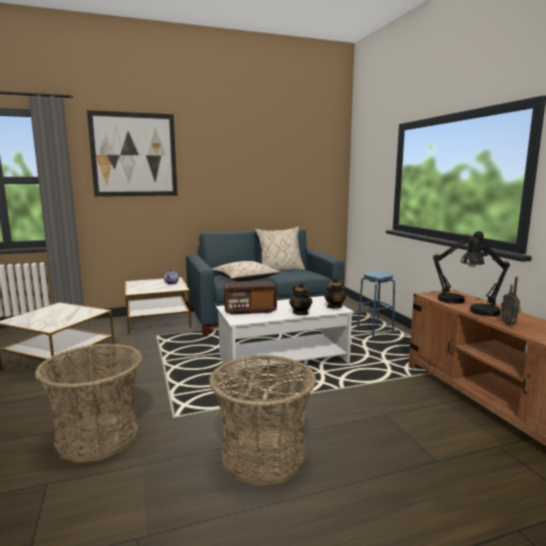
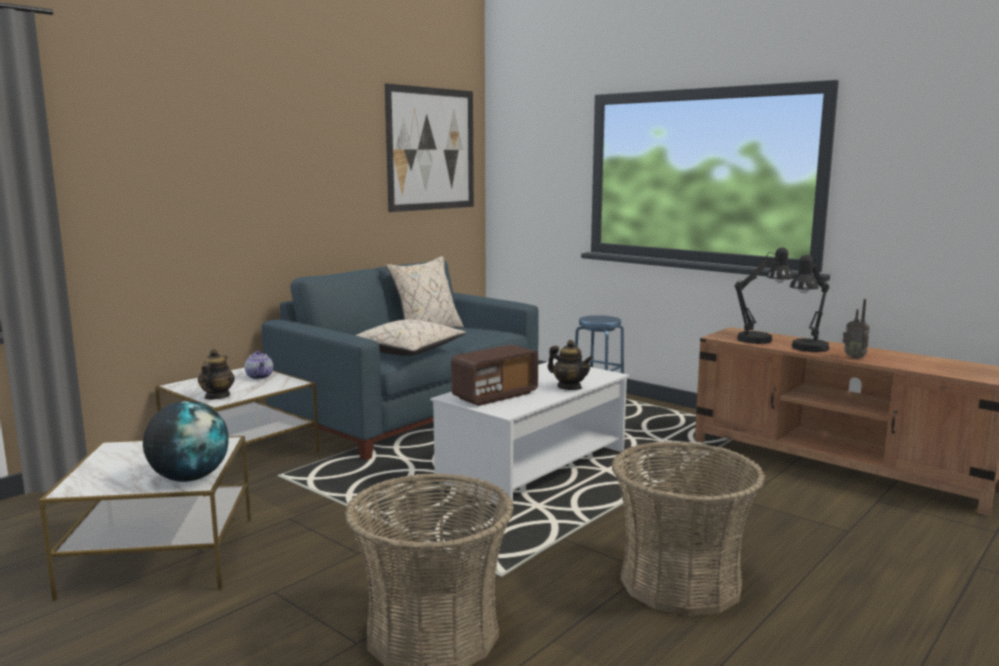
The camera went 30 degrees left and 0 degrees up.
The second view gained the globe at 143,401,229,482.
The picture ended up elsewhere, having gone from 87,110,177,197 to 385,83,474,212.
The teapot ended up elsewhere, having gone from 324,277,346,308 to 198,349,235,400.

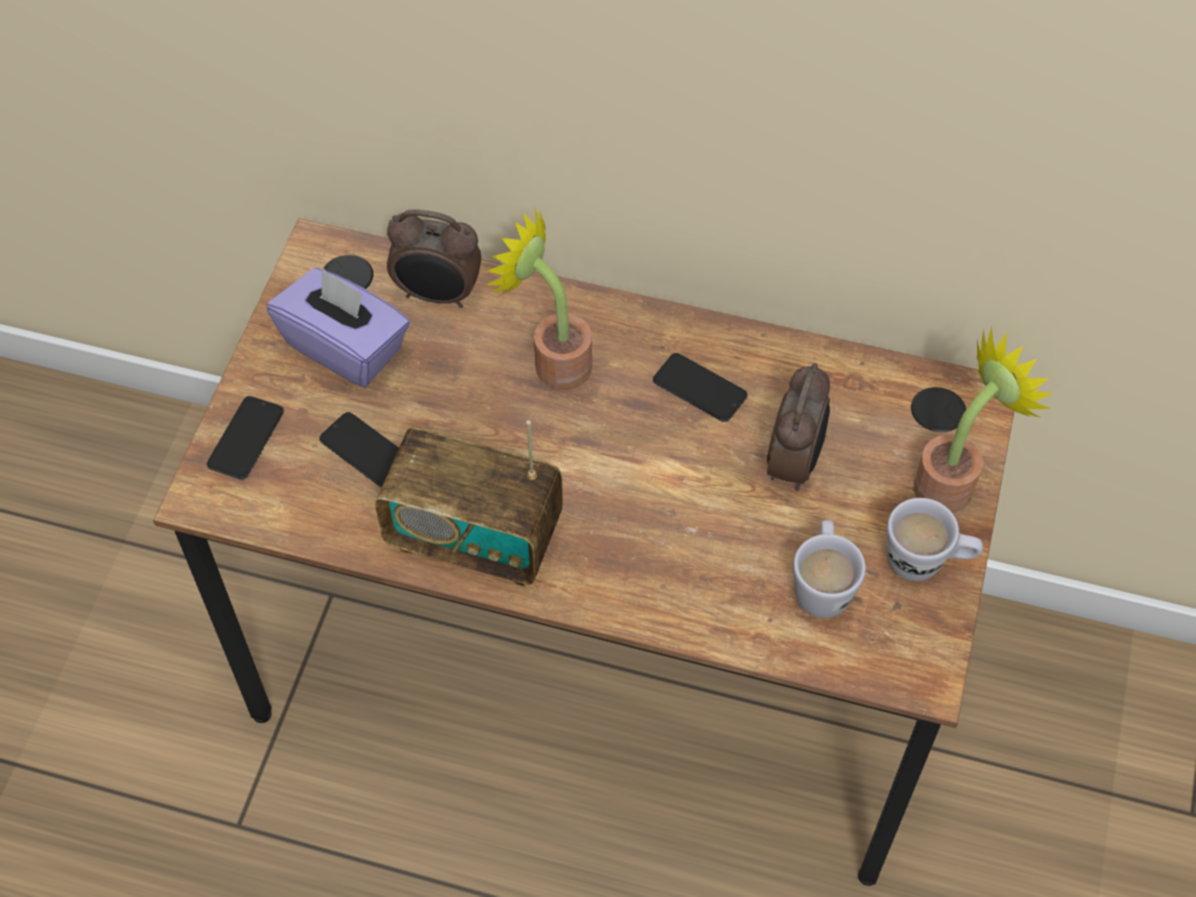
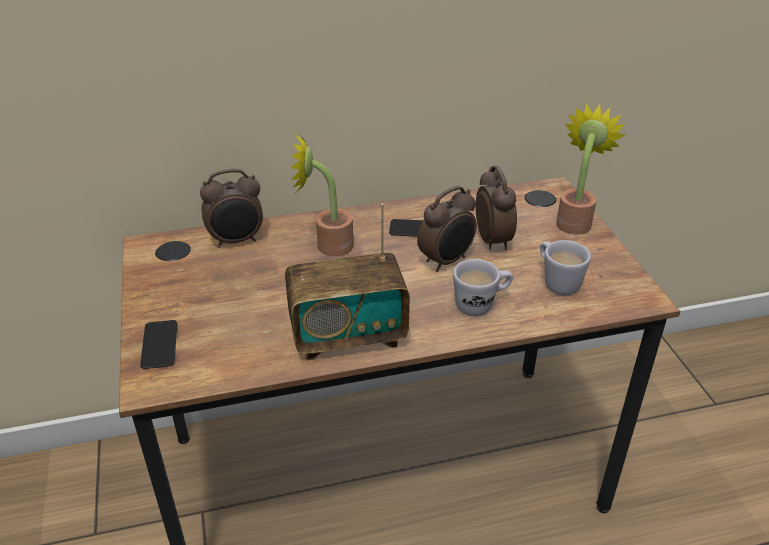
The camera went 30 degrees left and 20 degrees down.
The second view lost the purple tissue box at 267,267,410,387.
The second view lost the phone at 319,412,399,487.
The second view gained the alarm clock at 417,186,477,272.
The white mug ended up elsewhere, having gone from 887,498,983,581 to 453,259,513,316.

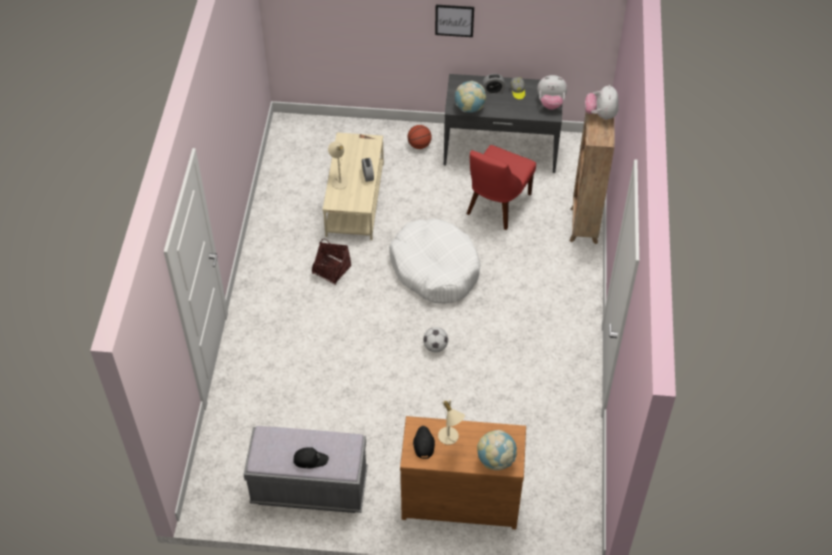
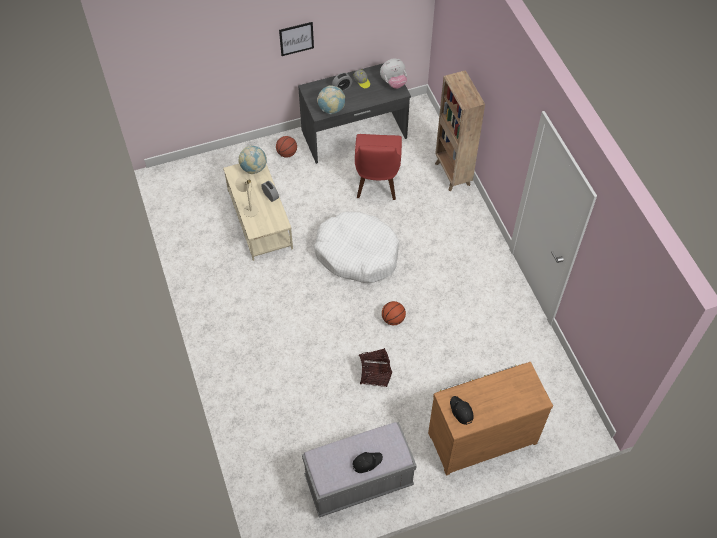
The camera went 25 degrees left and 5 degrees up.
The second view lost the beige table lamp at 438,400,465,445.
The second view lost the plush toy at 585,85,619,120.
The basket ended up elsewhere, having gone from 312,238,351,285 to 359,348,392,387.
The globe ended up elsewhere, having gone from 477,430,517,470 to 238,145,267,174.
Where the football stood at 423,327,448,352, the basketball came to stand at 382,301,406,325.

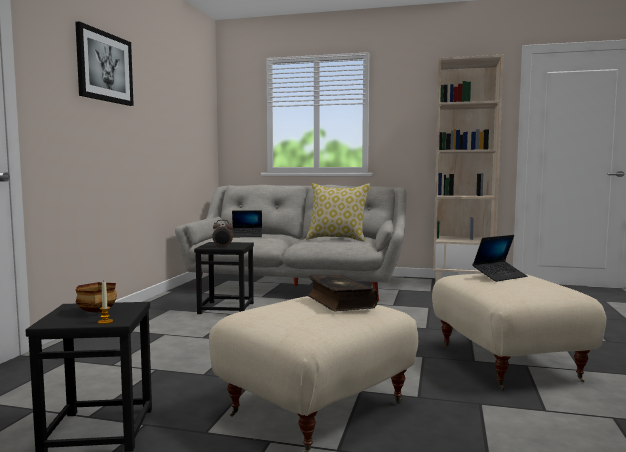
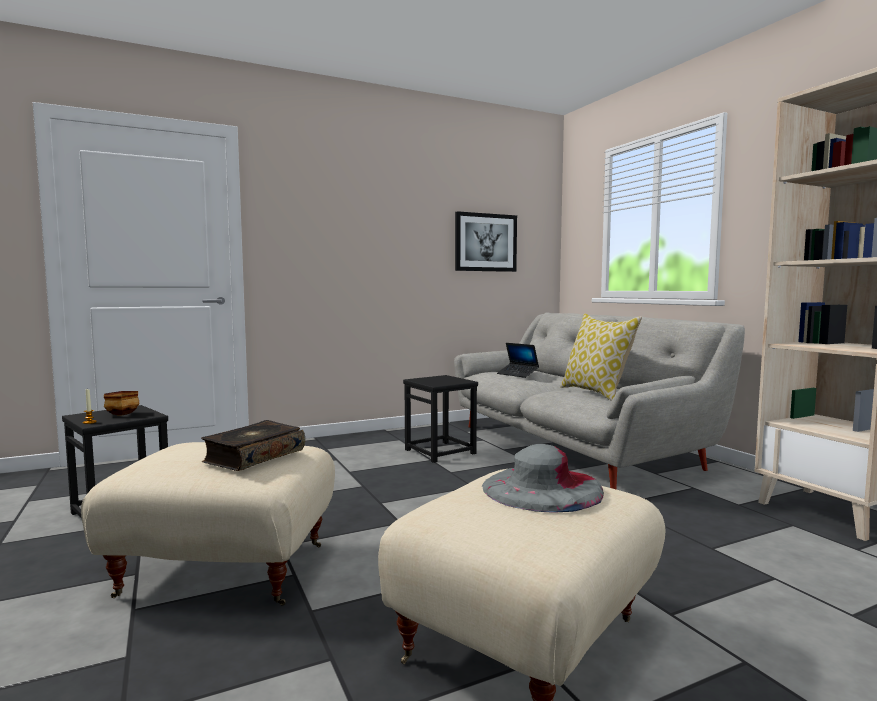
The camera went 50 degrees right and 0 degrees up.
The second view lost the alarm clock at 212,220,233,248.
The picture ended up elsewhere, having gone from 75,21,134,106 to 455,211,517,272.
Where the laptop stood at 472,235,527,282, the grey hat came to stand at 482,444,604,512.

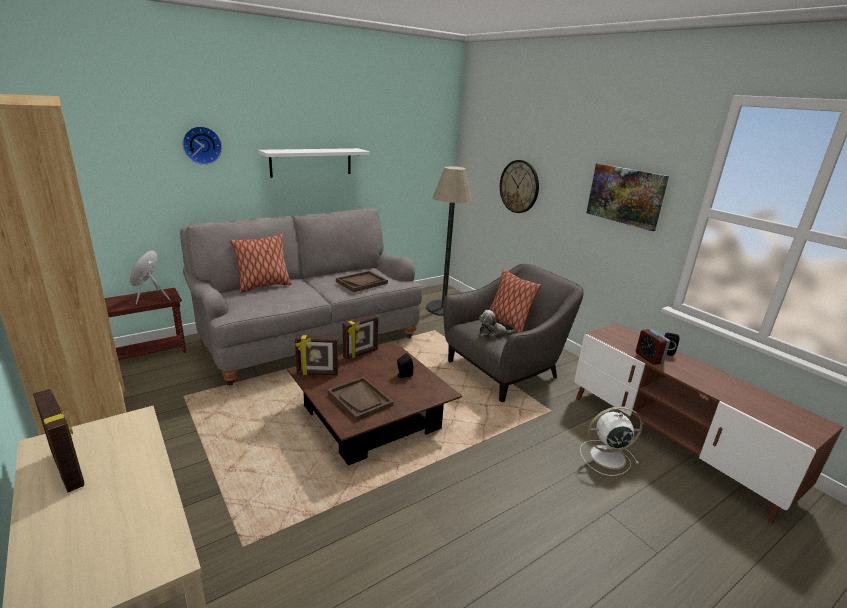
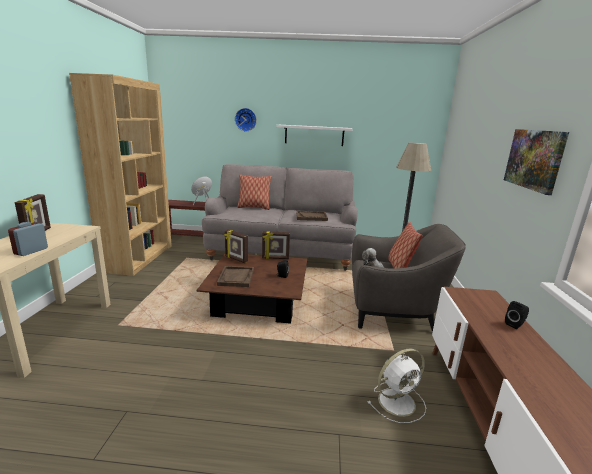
The camera went 40 degrees right and 5 degrees down.
The second view lost the wall clock at 500,160,539,213.
The alarm clock ended up elsewhere, having gone from 636,329,670,365 to 8,222,48,256.
The white fan at 580,406,642,476 ended up facing another way, 120 degrees clockwise from before.

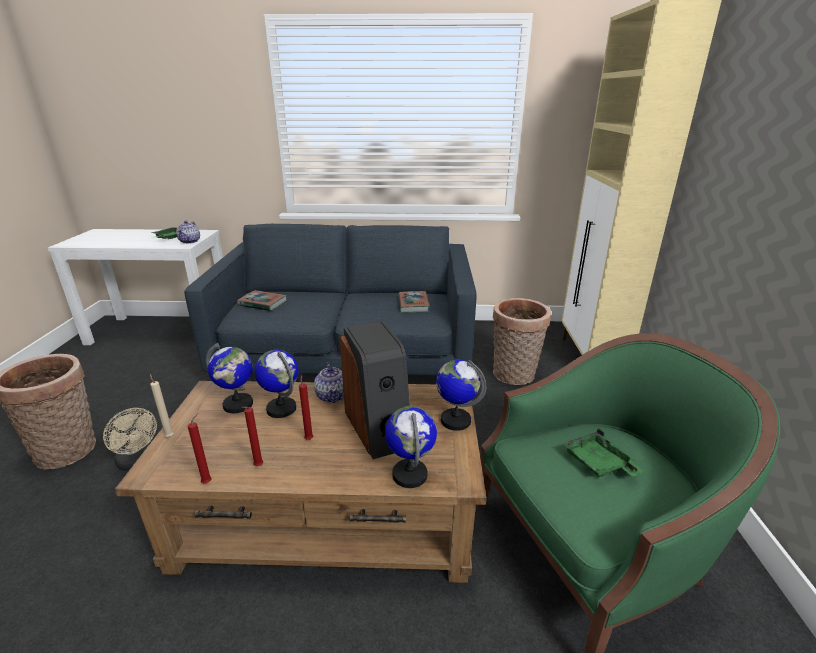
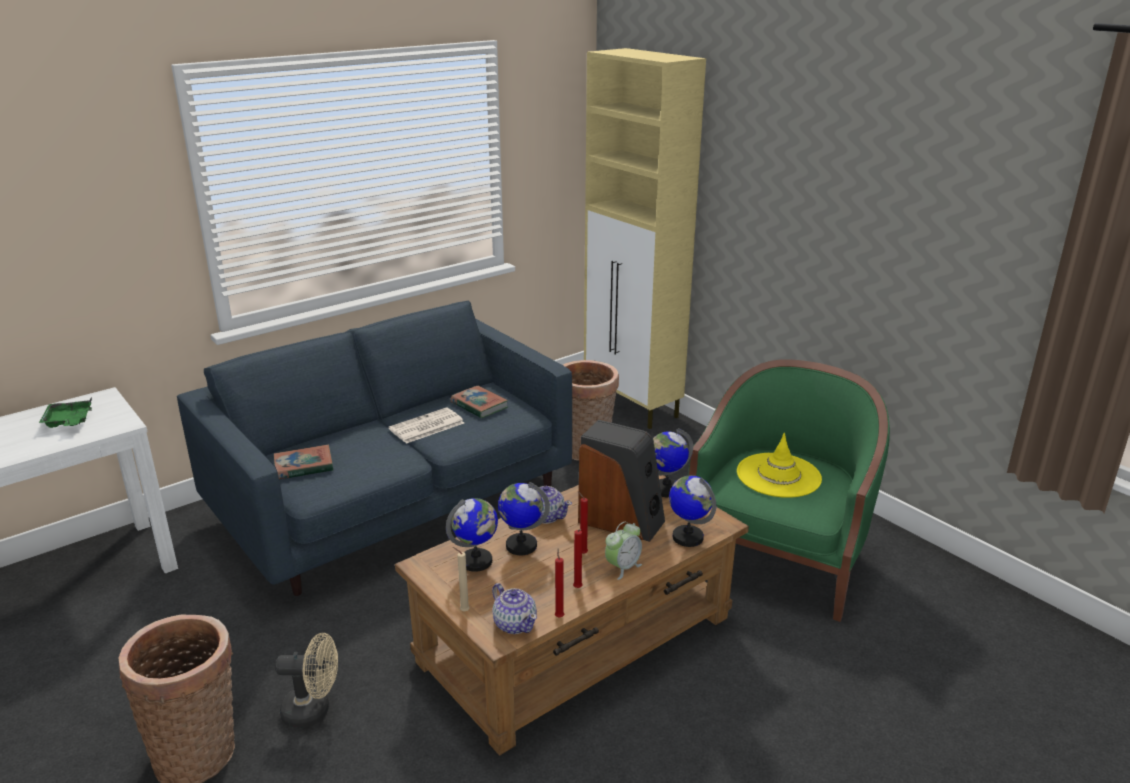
The camera went 40 degrees left and 0 degrees up.
The second view gained the newspaper at 388,408,464,444.
The second view gained the alarm clock at 605,522,642,580.
The teapot ended up elsewhere, having gone from 176,221,200,244 to 492,583,537,634.
Where the green tray stood at 562,428,644,477, the yellow hat came to stand at 737,433,822,498.

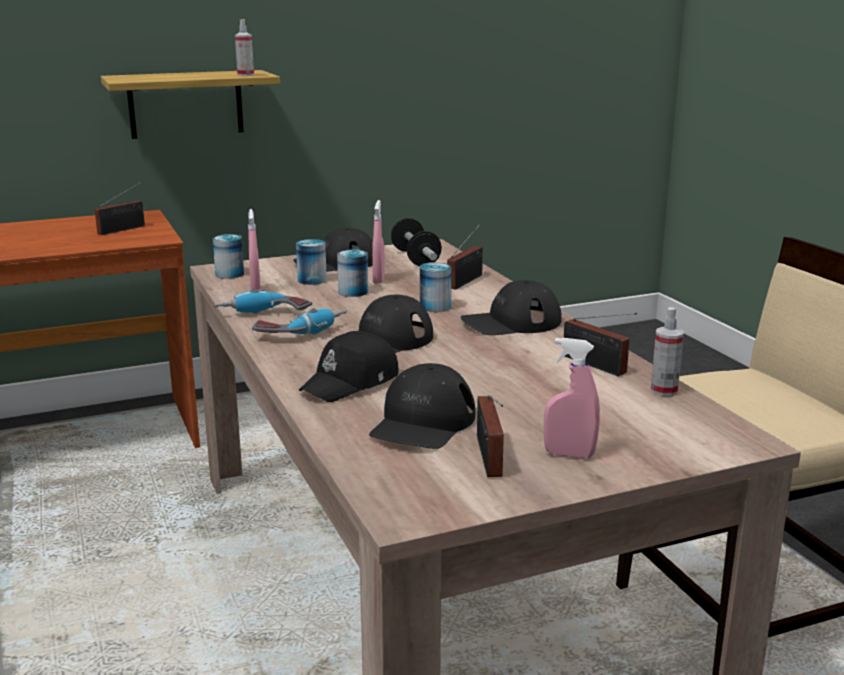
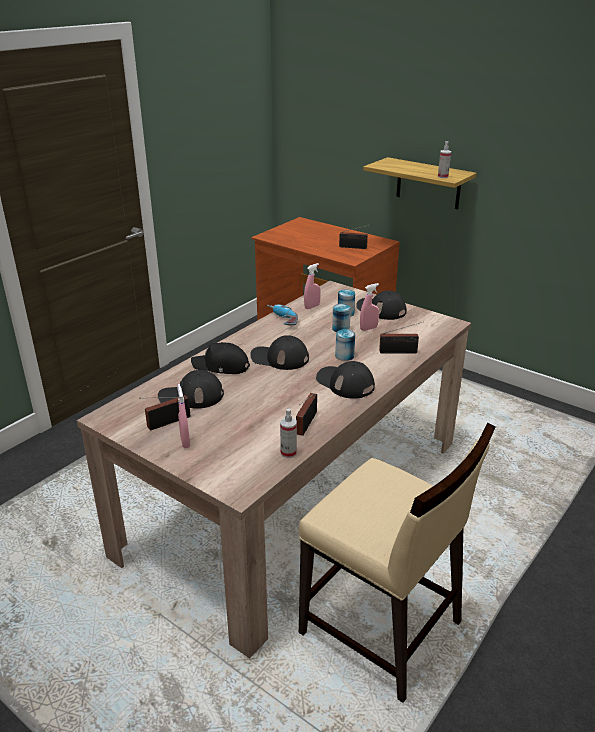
The camera went 60 degrees right and 10 degrees up.
The second view lost the can at 213,234,244,279.
The second view lost the power drill at 252,308,347,335.
The second view lost the dumbbell at 391,218,442,266.

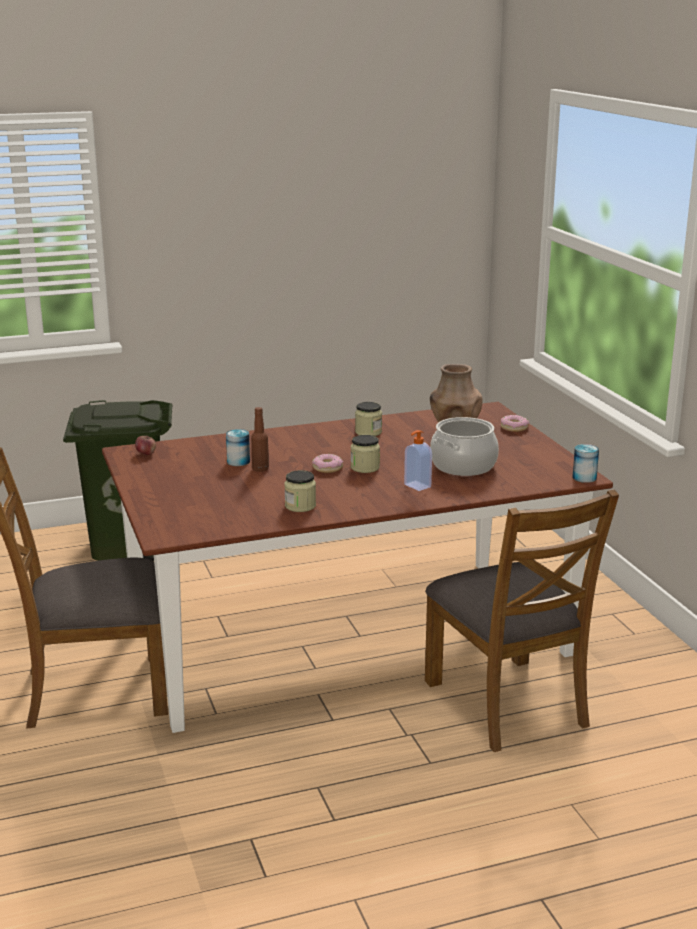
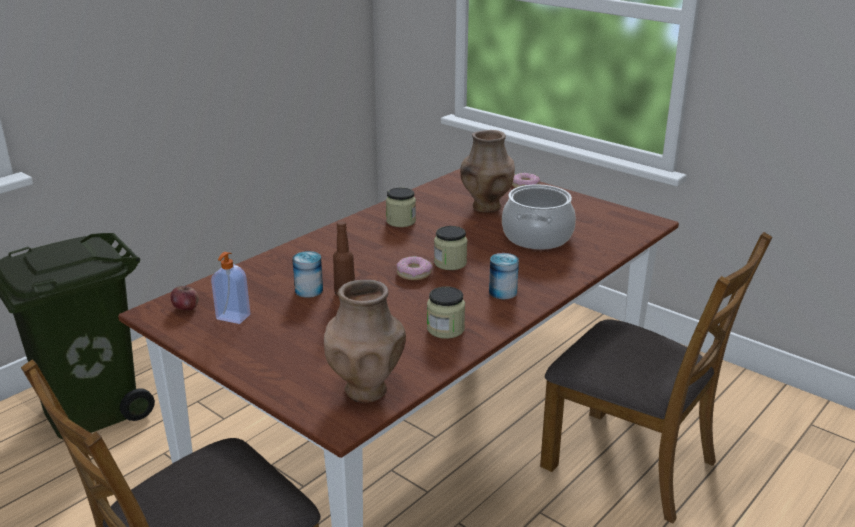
The camera went 30 degrees left and 5 degrees up.
The second view gained the brown vase at 324,280,406,403.
The soap dispenser ended up elsewhere, having gone from 404,430,432,491 to 211,252,250,324.
The can ended up elsewhere, having gone from 573,444,599,483 to 489,253,519,299.

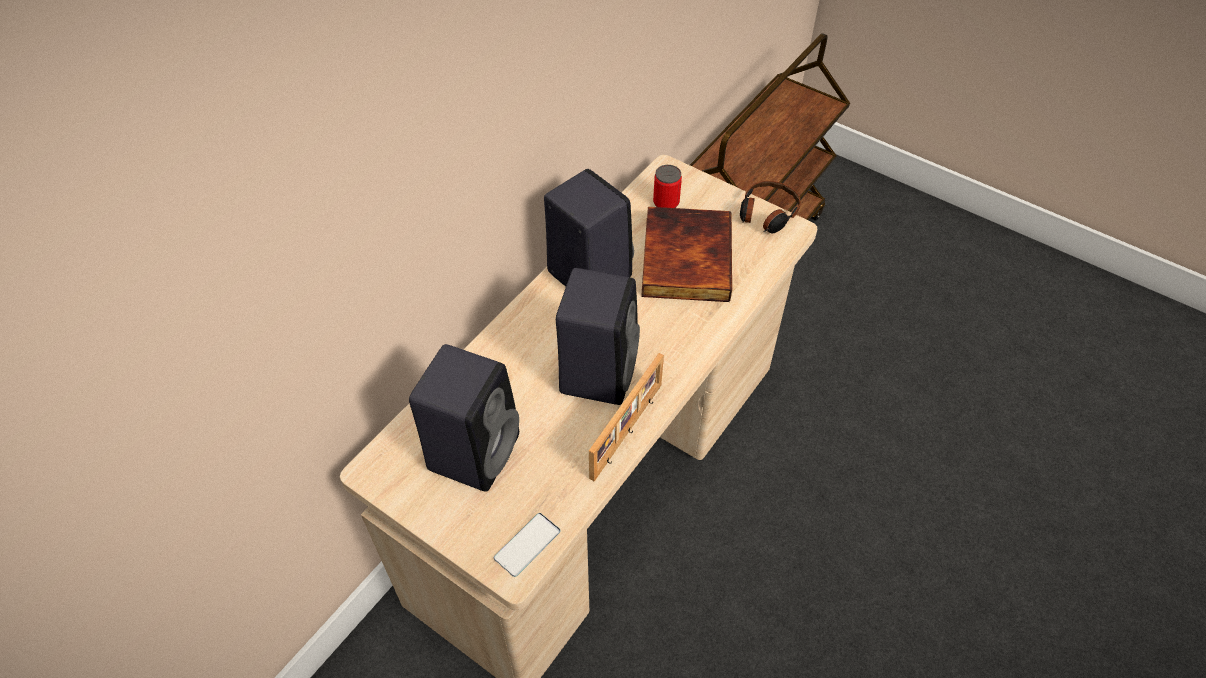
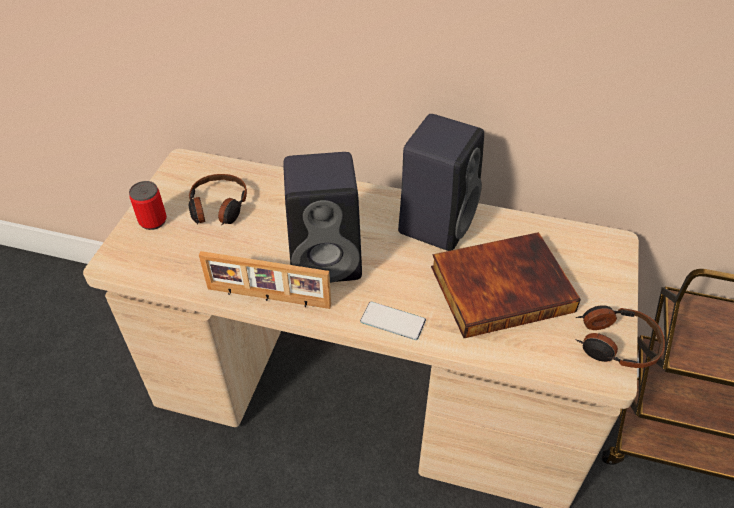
The camera went 70 degrees right and 5 degrees down.
The phone ended up elsewhere, having gone from 494,513,561,577 to 360,302,426,340.
The can ended up elsewhere, having gone from 653,165,682,208 to 129,181,167,230.
Where the black speaker stood at 409,344,519,492, the headphones came to stand at 188,174,247,225.

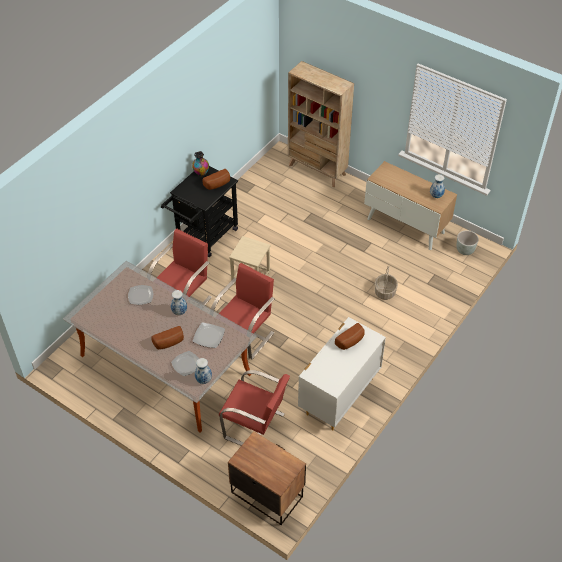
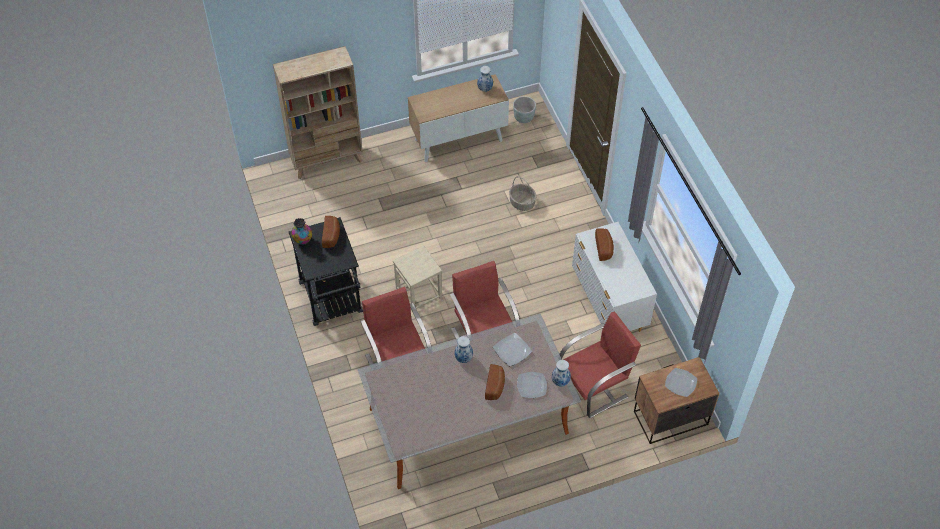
The camera went 55 degrees left and 5 degrees up.
The plate ended up elsewhere, having gone from 128,285,153,305 to 665,368,697,397.

